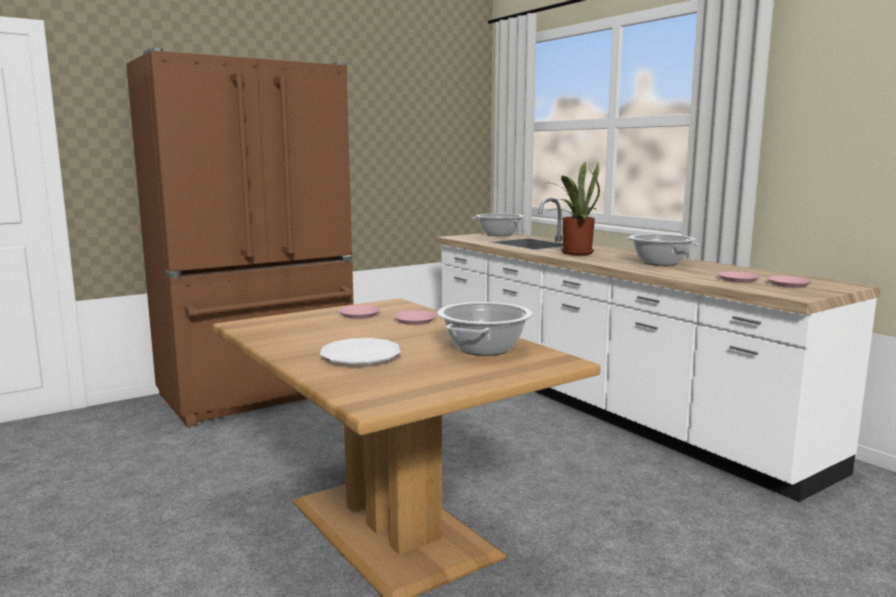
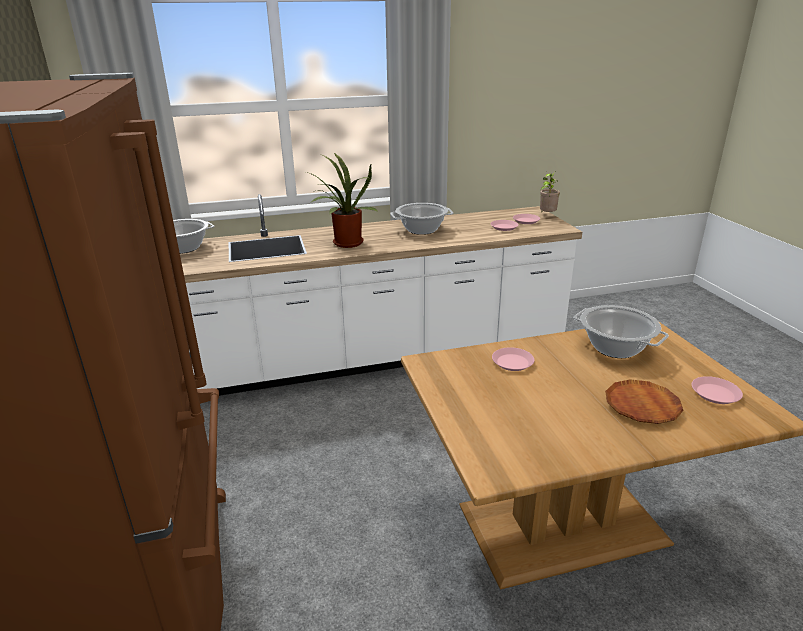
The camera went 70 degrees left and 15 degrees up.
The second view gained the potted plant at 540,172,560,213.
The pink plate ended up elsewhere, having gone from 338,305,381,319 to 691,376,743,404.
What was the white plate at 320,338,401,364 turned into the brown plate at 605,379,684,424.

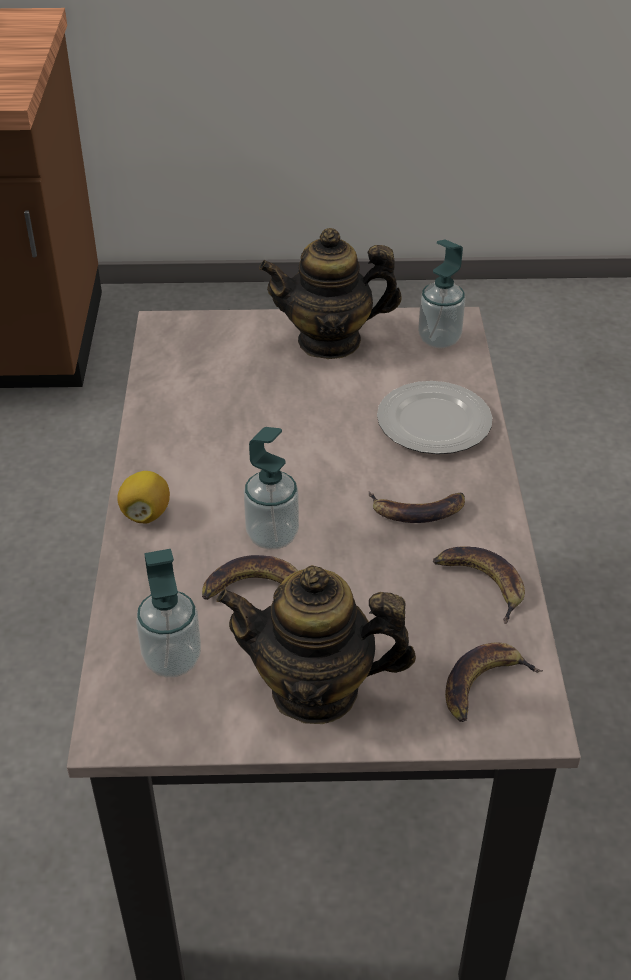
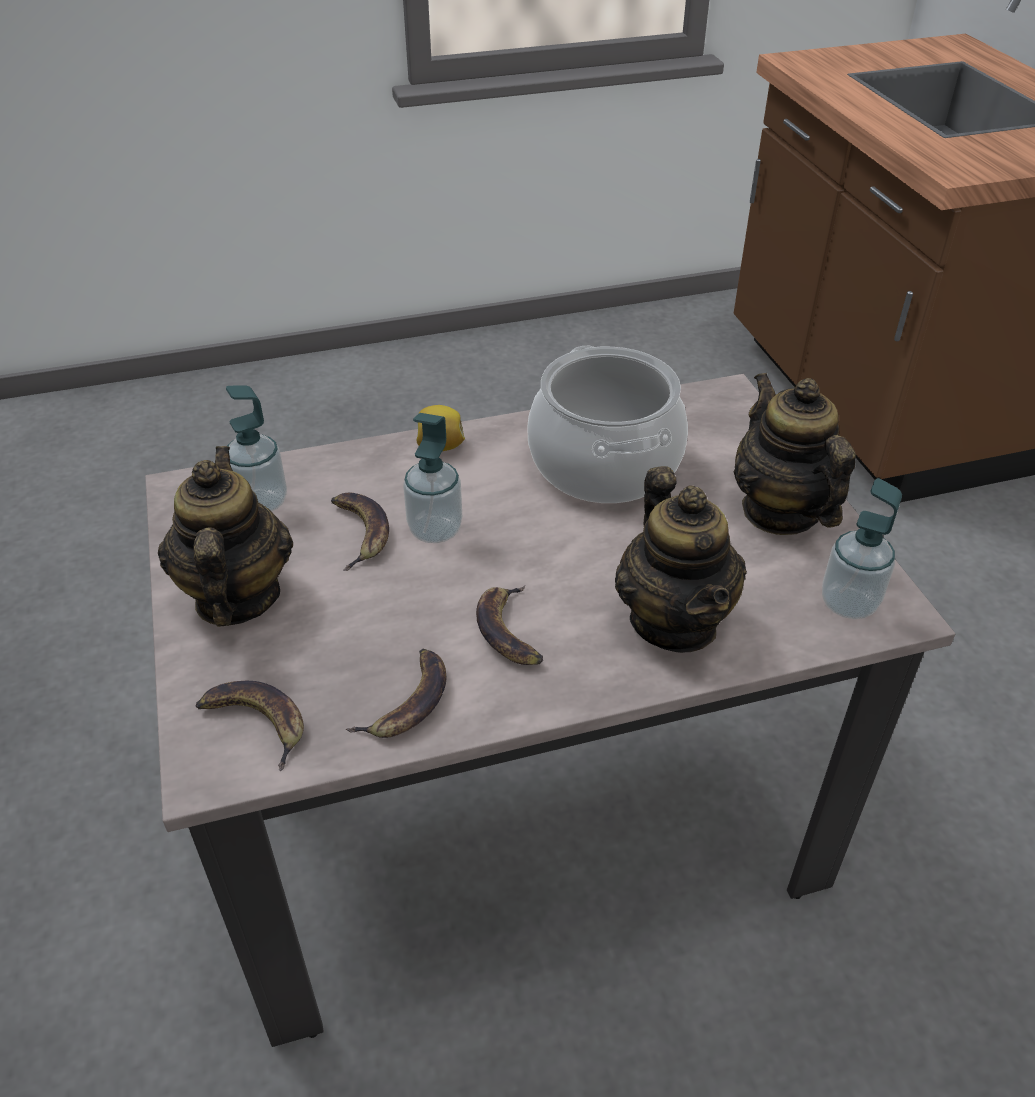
The camera went 75 degrees right and 0 degrees up.
The second view gained the cooking pot at 528,346,688,503.
Where the plate stood at 377,381,492,454, the teapot came to stand at 615,466,747,653.

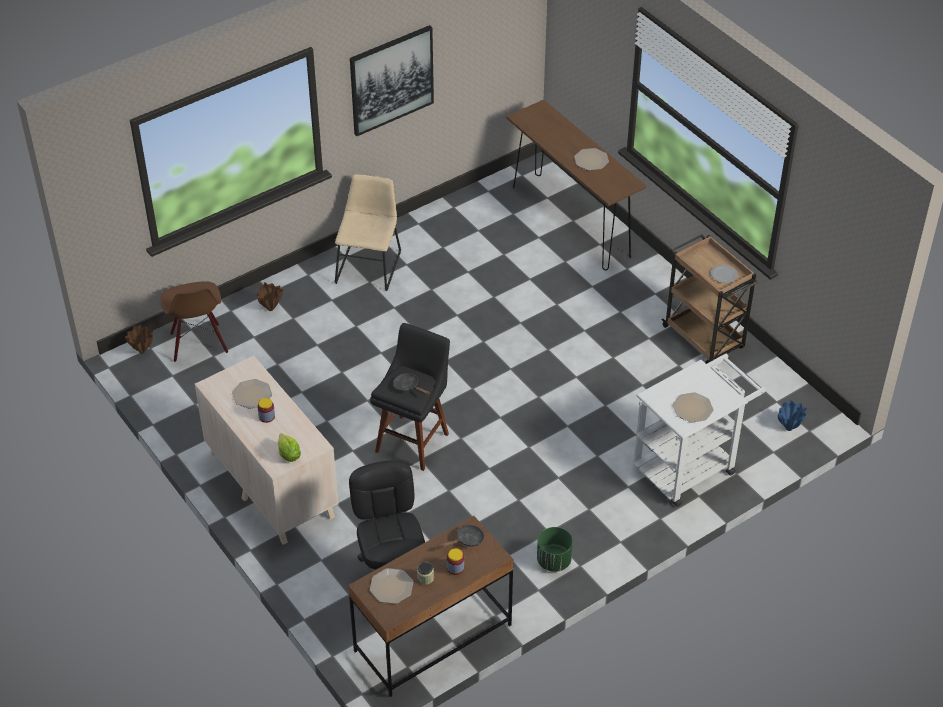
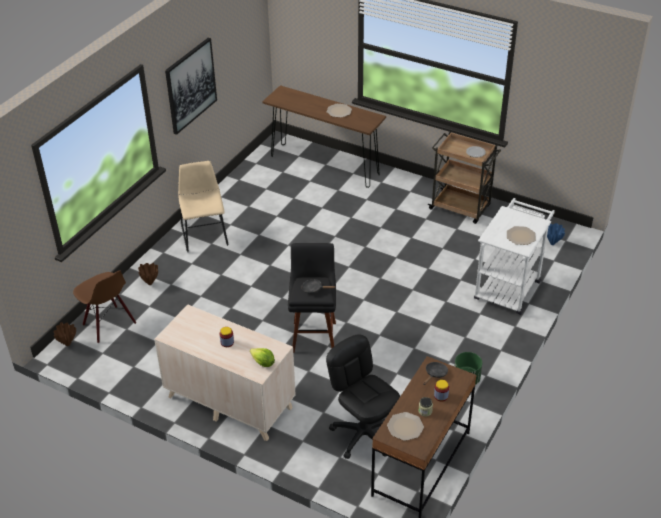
The camera went 25 degrees left and 5 degrees down.
The second view lost the plate at 232,379,272,409.

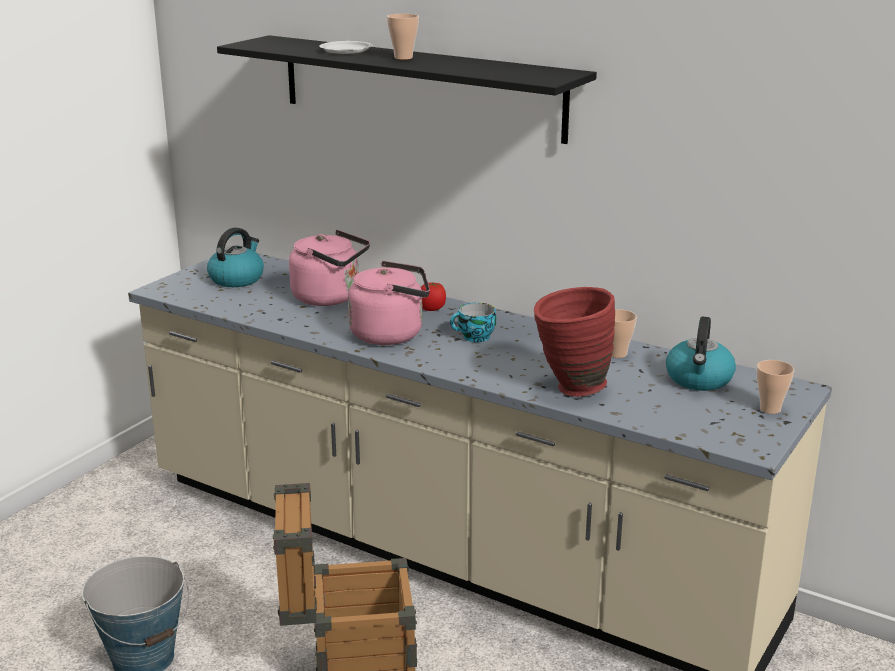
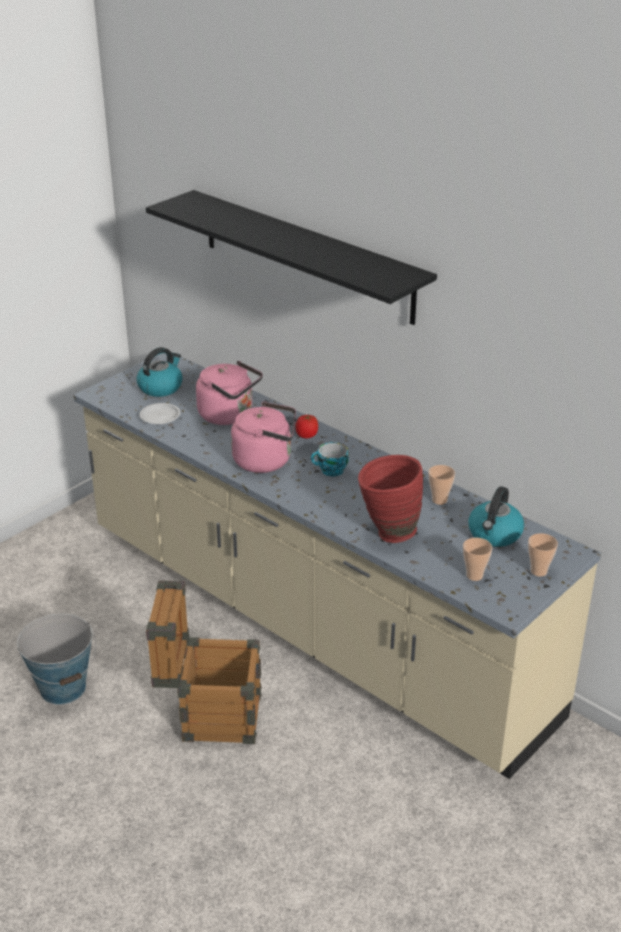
The camera went 10 degrees right and 10 degrees up.
The white plate ended up elsewhere, having gone from 319,41,373,54 to 139,403,180,425.
The cup ended up elsewhere, having gone from 387,14,419,60 to 463,538,492,581.

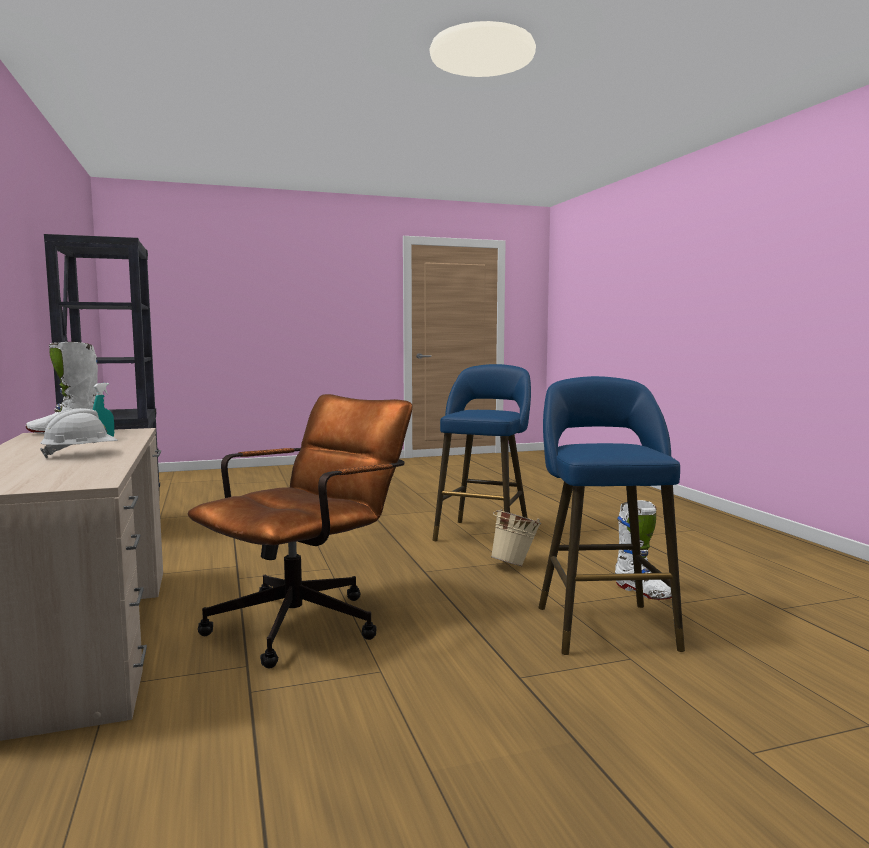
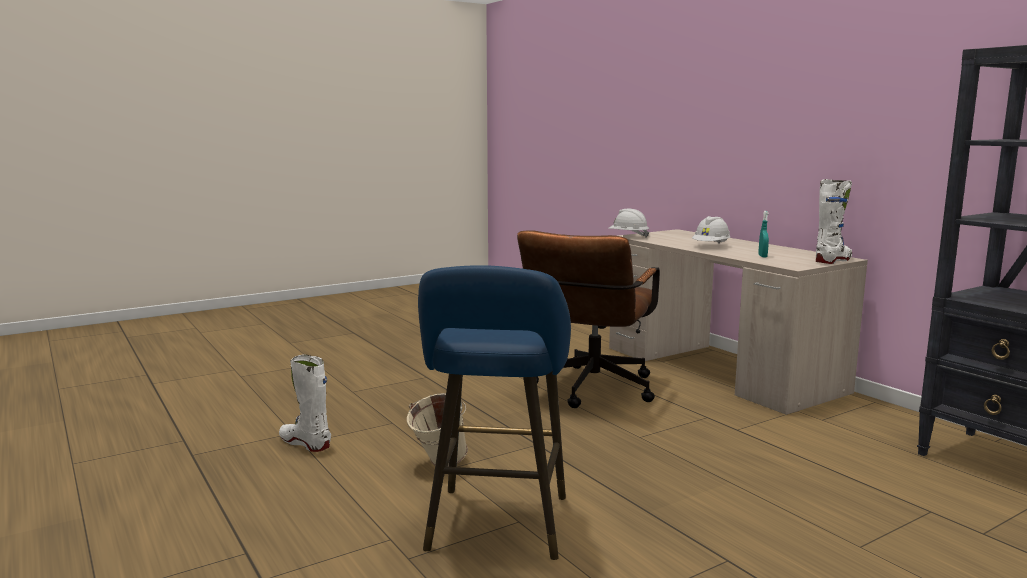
The camera went 165 degrees right and 5 degrees up.
The second view lost the blue stool at 539,376,685,655.
The second view gained the white hard hat at 608,209,649,238.

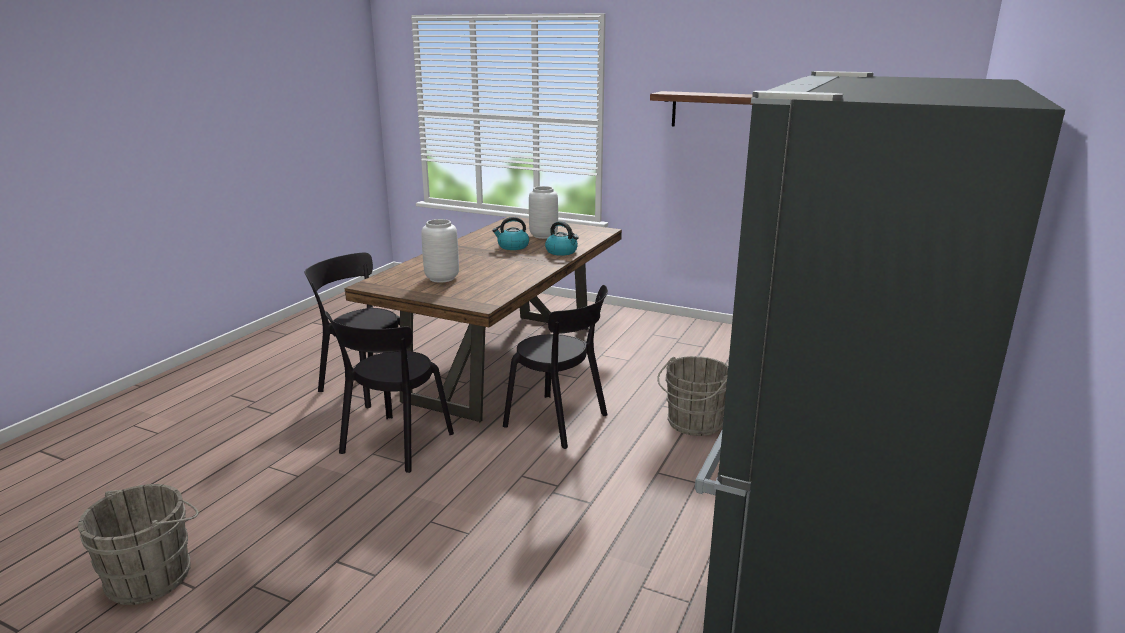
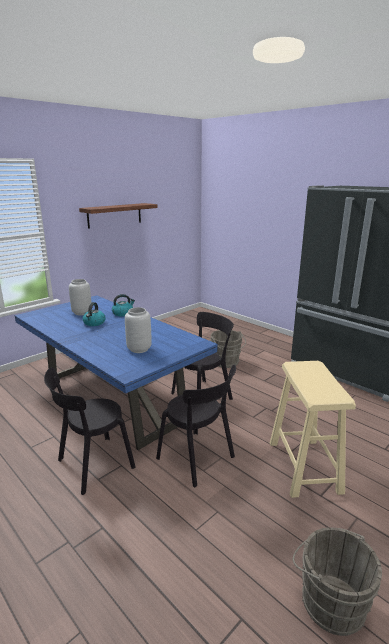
The camera went 70 degrees left and 0 degrees up.
The second view gained the beige stool at 270,361,356,498.
What was the brown dining table at 344,216,622,423 turned into the blue dining table at 14,295,218,450.

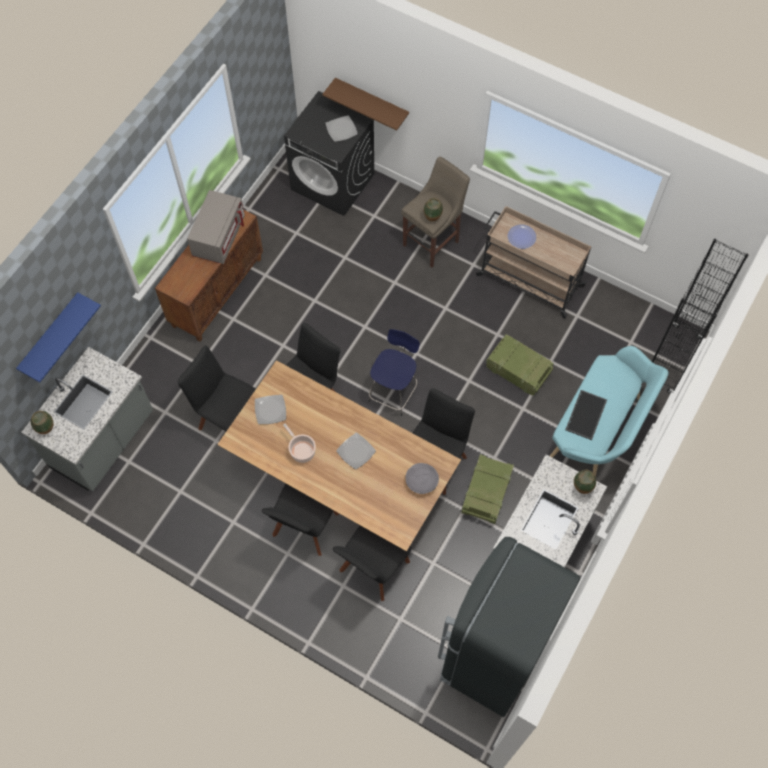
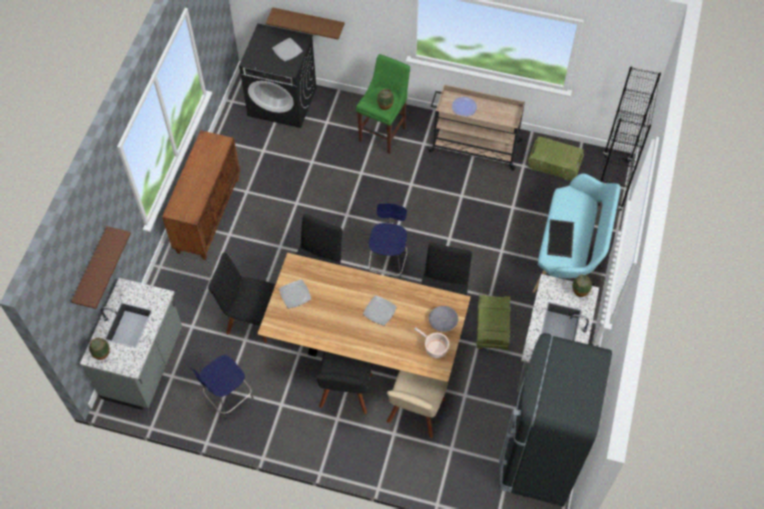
The camera went 15 degrees left and 5 degrees down.
The second view lost the grey microwave at 187,190,245,264.
The second view gained the blue stool at 190,355,254,420.
The cooking pot ended up elsewhere, having gone from 283,424,316,463 to 414,327,449,358.
The crate ended up elsewhere, having gone from 486,335,554,396 to 528,136,584,180.
What was the blue shelf at 16,292,101,383 turned into the brown shelf at 71,226,131,309.
What was the black chair at 333,526,411,601 turned into the beige chair at 387,370,448,438.
What was the beige stool at 401,156,470,268 turned into the green stool at 356,54,410,154.

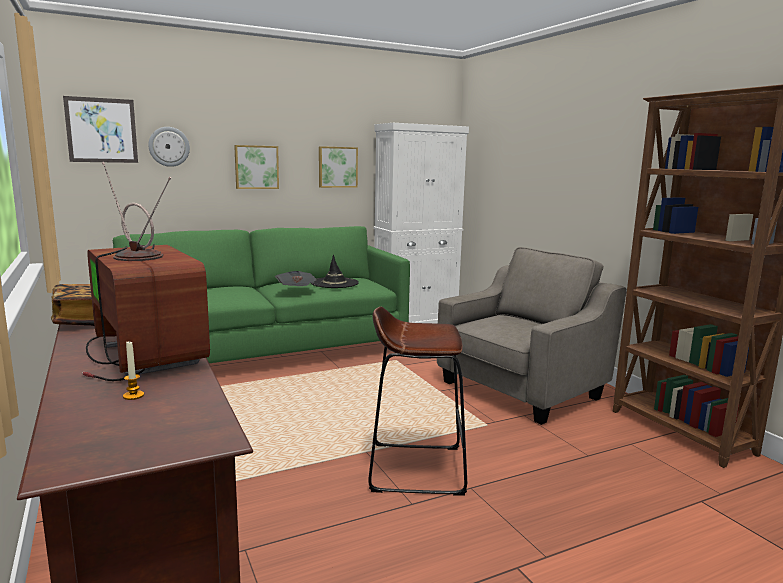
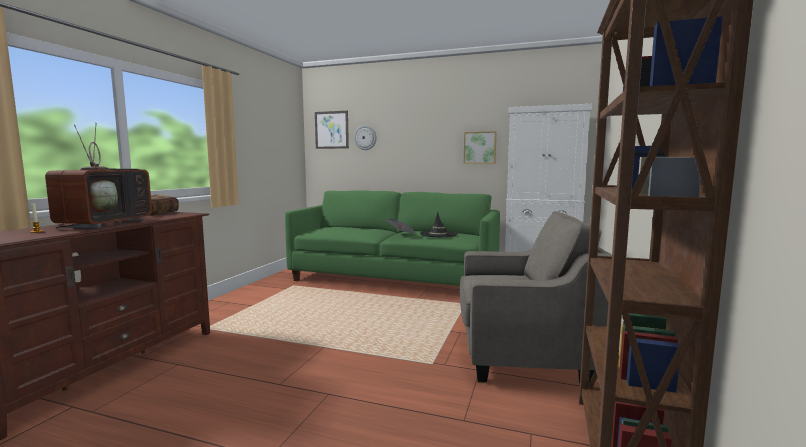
The camera went 45 degrees right and 5 degrees down.
The second view lost the picture at 234,145,279,189.
The second view lost the brown stool at 368,307,467,496.

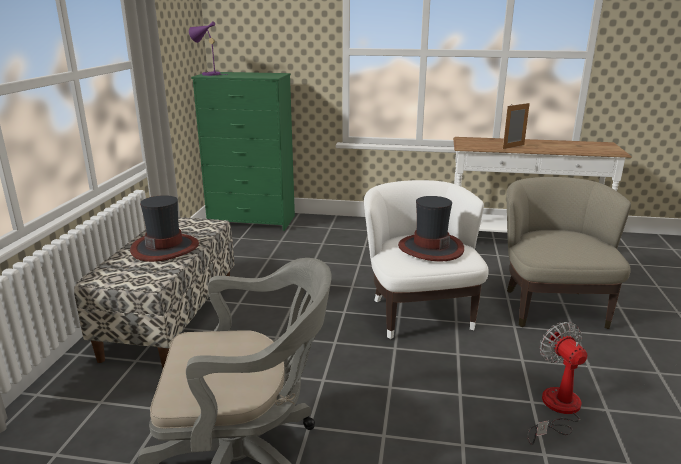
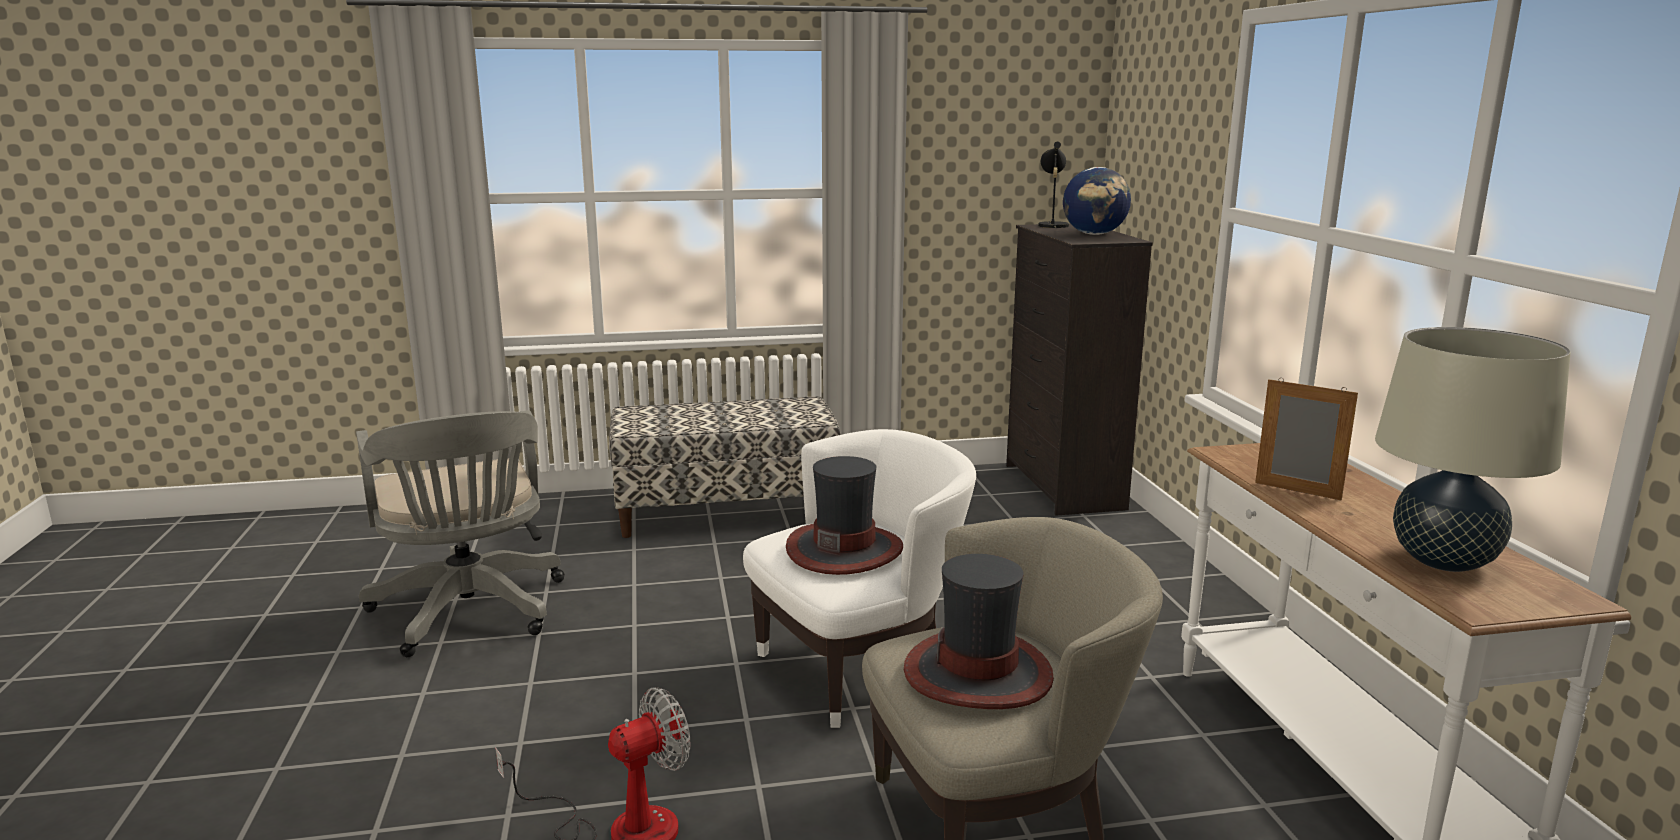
The camera went 70 degrees right and 5 degrees down.
The second view gained the globe at 1063,167,1131,235.
The second view gained the beige table lamp at 1375,327,1570,572.
The hat ended up elsewhere, having gone from 130,195,199,262 to 904,554,1054,709.
What was the purple table lamp at 189,21,228,76 turned into the black table lamp at 1039,142,1069,228.
What was the green dresser at 191,72,295,231 turned into the black dresser at 1006,224,1153,516.

